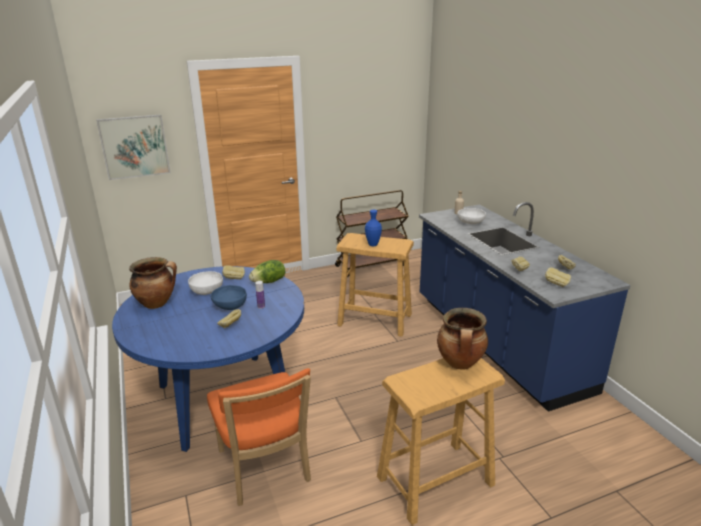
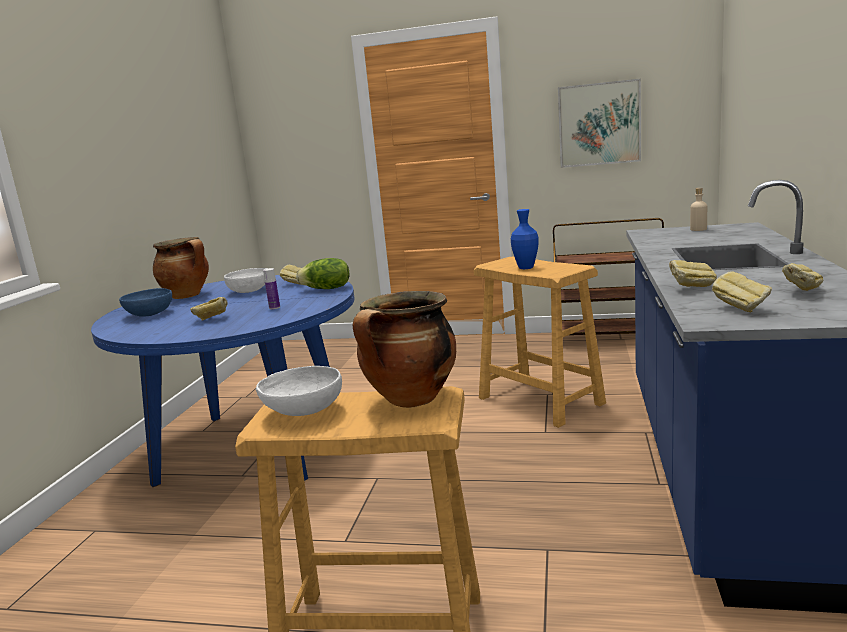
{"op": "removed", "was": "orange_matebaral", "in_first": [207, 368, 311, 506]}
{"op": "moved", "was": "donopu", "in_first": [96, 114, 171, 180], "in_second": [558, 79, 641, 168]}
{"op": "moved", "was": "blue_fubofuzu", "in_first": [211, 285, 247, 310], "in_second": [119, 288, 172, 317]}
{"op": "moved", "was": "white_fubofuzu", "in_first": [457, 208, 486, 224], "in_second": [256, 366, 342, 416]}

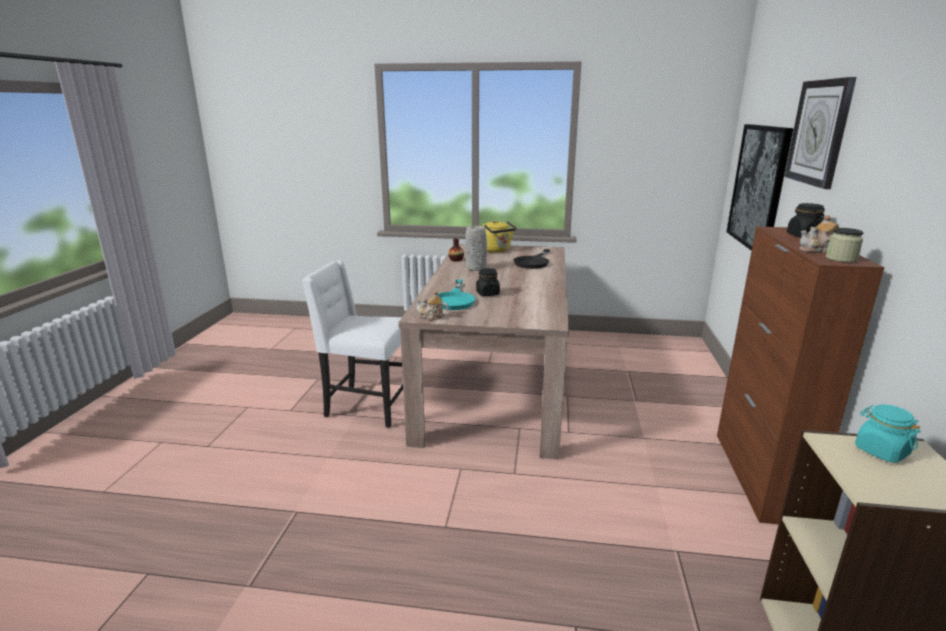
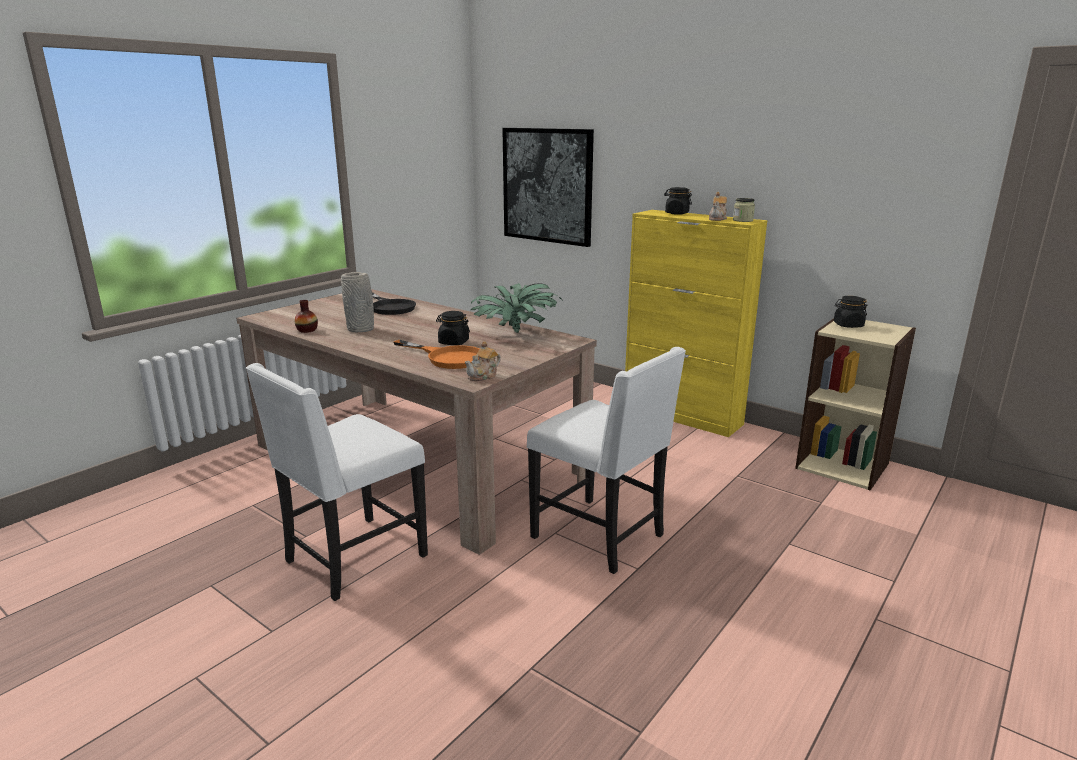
{"op": "removed", "was": "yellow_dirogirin", "in_first": [483, 220, 517, 252]}
{"op": "removed", "was": "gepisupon", "in_first": [784, 77, 857, 189]}
{"op": "added", "now": "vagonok", "in_second": [470, 283, 562, 333]}
{"op": "added", "now": "white_matebaral", "in_second": [527, 347, 686, 574]}
{"op": "recoloured", "was": "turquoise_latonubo", "now": "orange_latonubo", "in_first": [438, 279, 476, 310], "in_second": [394, 340, 480, 369]}
{"op": "recoloured", "was": "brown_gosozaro", "now": "yellow_gosozaro", "in_first": [717, 227, 885, 524], "in_second": [625, 210, 768, 437]}
{"op": "recoloured", "was": "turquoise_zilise", "now": "black_zilise", "in_first": [855, 404, 921, 463], "in_second": [834, 296, 867, 328]}

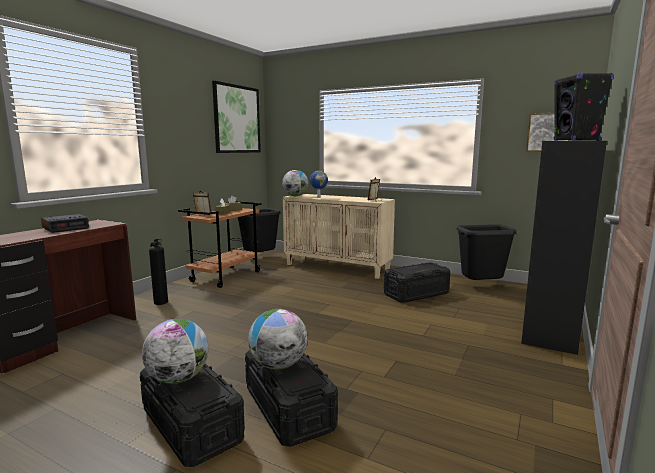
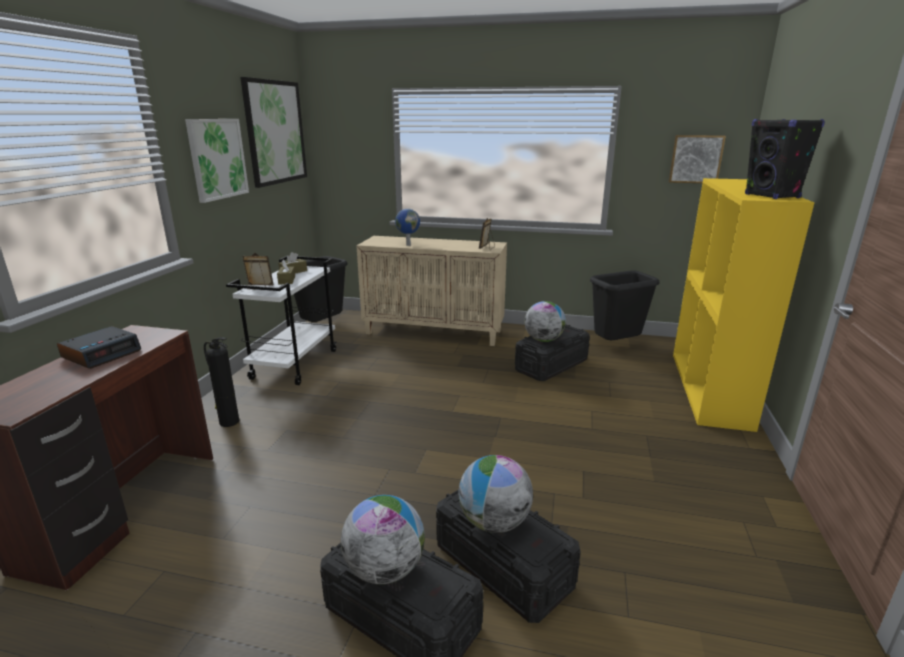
{"op": "added", "now": "donopu", "in_second": [185, 119, 249, 203]}
{"op": "moved", "was": "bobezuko", "in_first": [282, 170, 309, 196], "in_second": [525, 301, 566, 342]}
{"op": "recoloured", "was": "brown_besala", "now": "white_besala", "in_first": [178, 201, 262, 288], "in_second": [226, 256, 336, 385]}
{"op": "recoloured", "was": "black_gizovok", "now": "yellow_gizovok", "in_first": [521, 141, 607, 355], "in_second": [673, 178, 815, 432]}

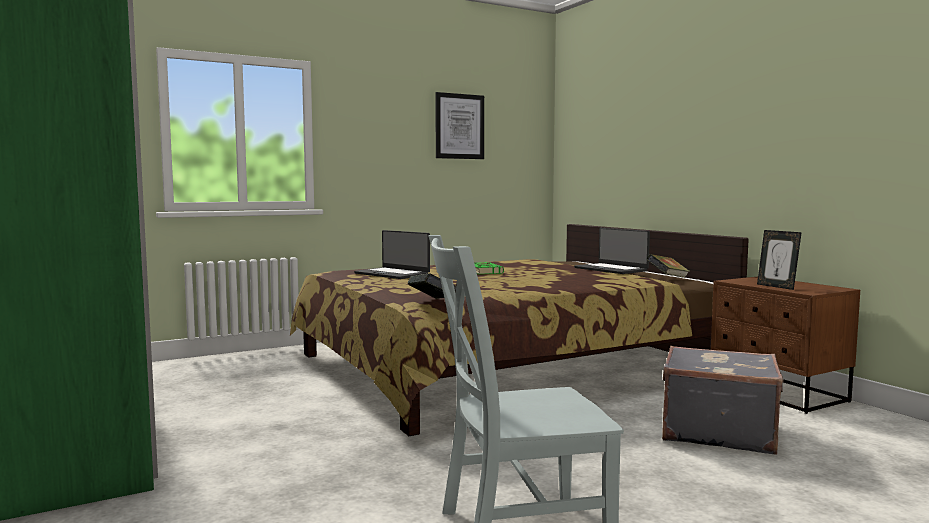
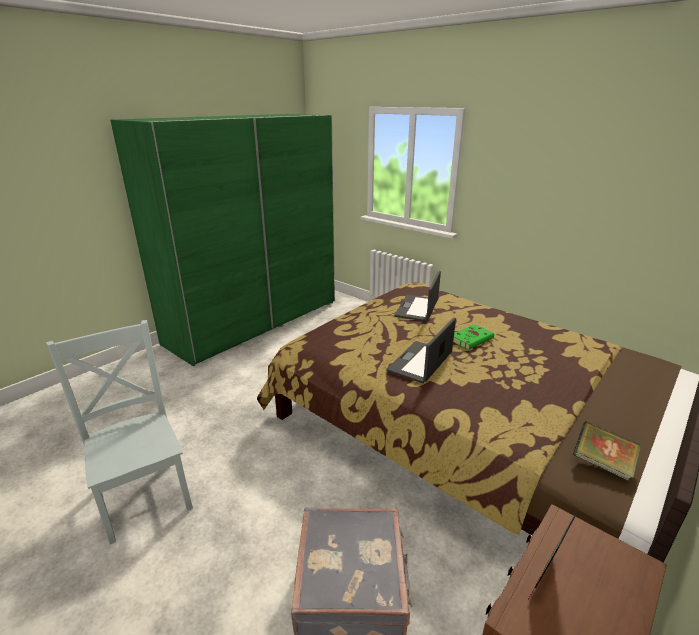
{"op": "removed", "was": "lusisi", "in_first": [407, 273, 456, 299]}
{"op": "removed", "was": "donopu", "in_first": [435, 92, 484, 159]}
{"op": "moved", "was": "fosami", "in_first": [574, 228, 650, 274], "in_second": [386, 318, 456, 383]}

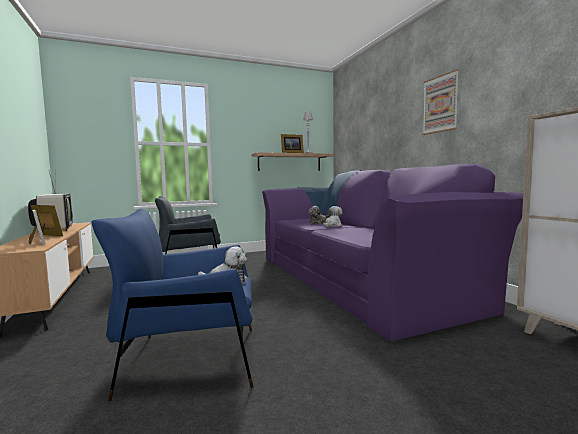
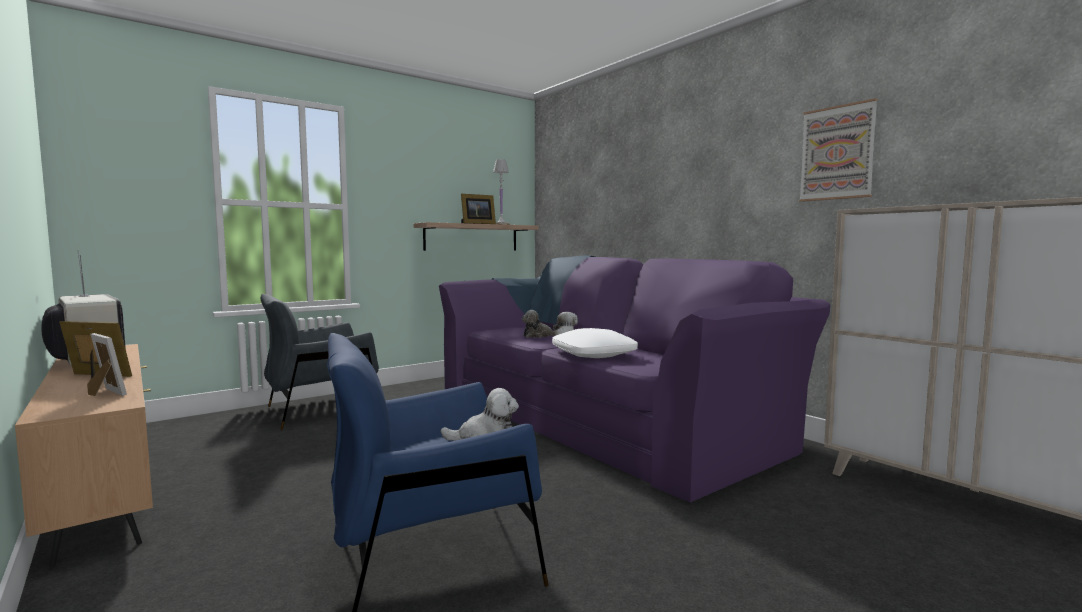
{"op": "added", "now": "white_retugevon", "in_second": [552, 328, 638, 358]}
{"op": "moved", "was": "donopu", "in_first": [422, 69, 459, 135], "in_second": [799, 98, 878, 202]}

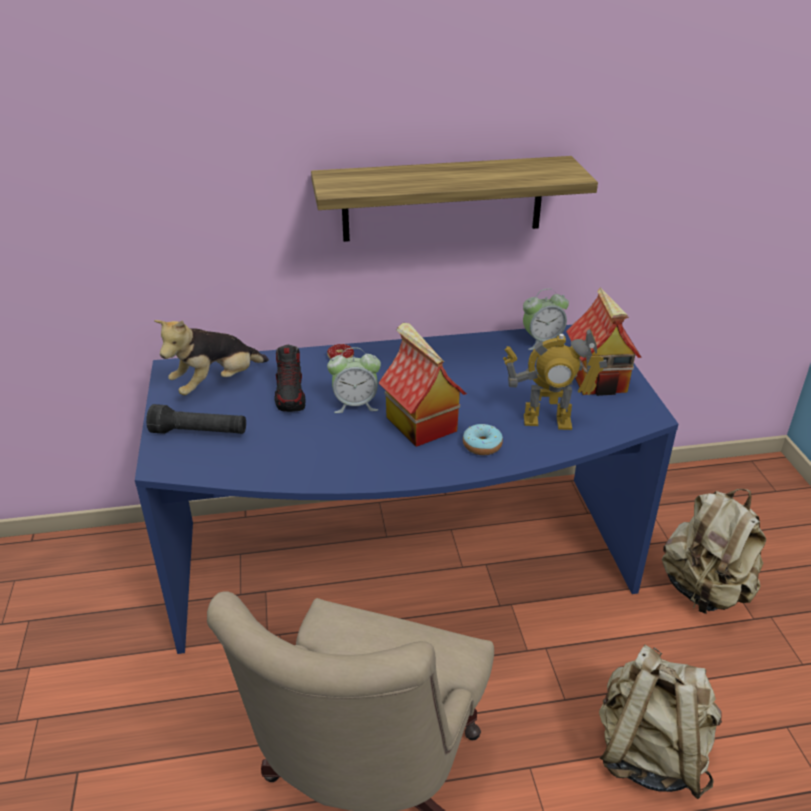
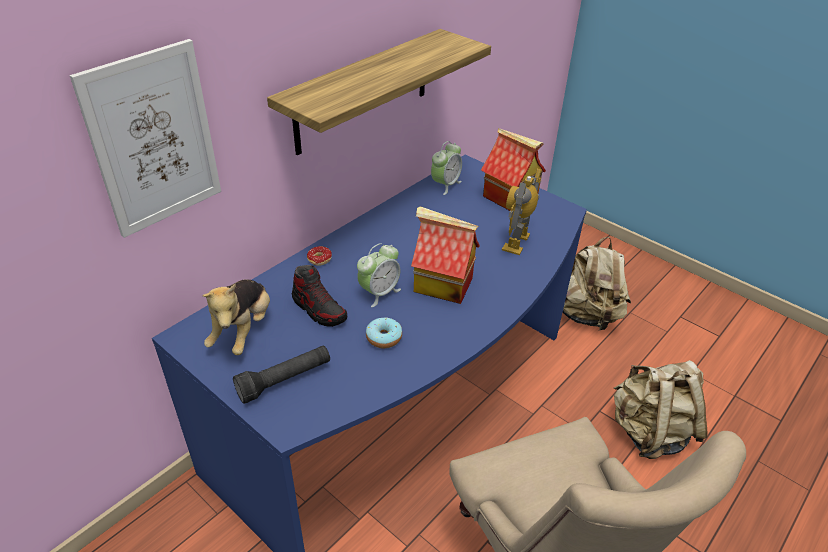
{"op": "added", "now": "donopu", "in_second": [70, 39, 221, 238]}
{"op": "moved", "was": "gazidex", "in_first": [463, 424, 503, 455], "in_second": [366, 317, 402, 348]}
{"op": "turned", "was": "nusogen", "in_first": [503, 329, 607, 430], "in_second": [502, 169, 542, 255], "clockwise": 150}

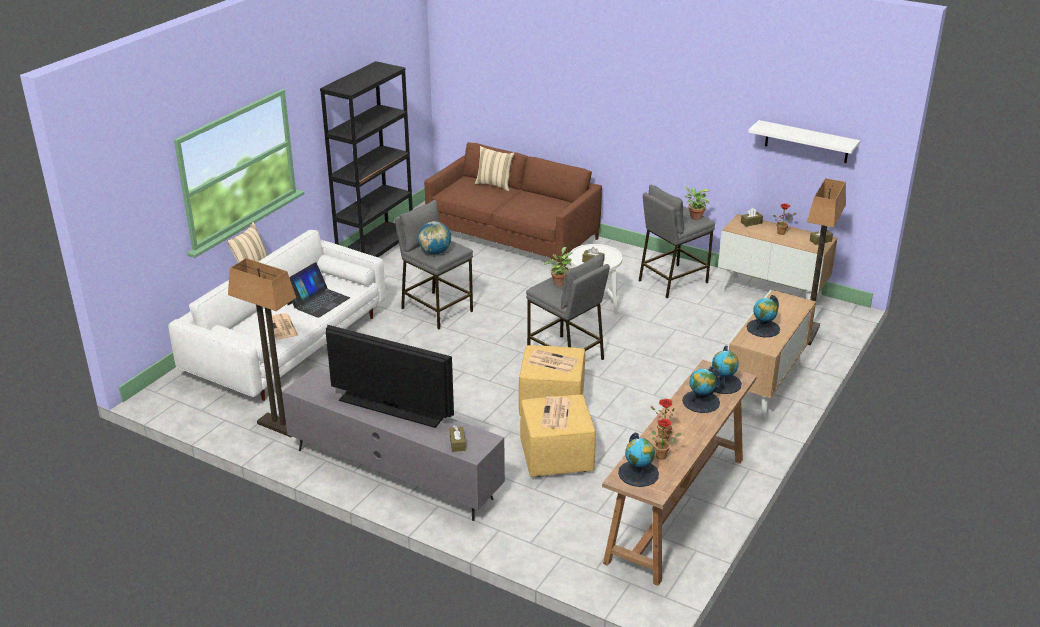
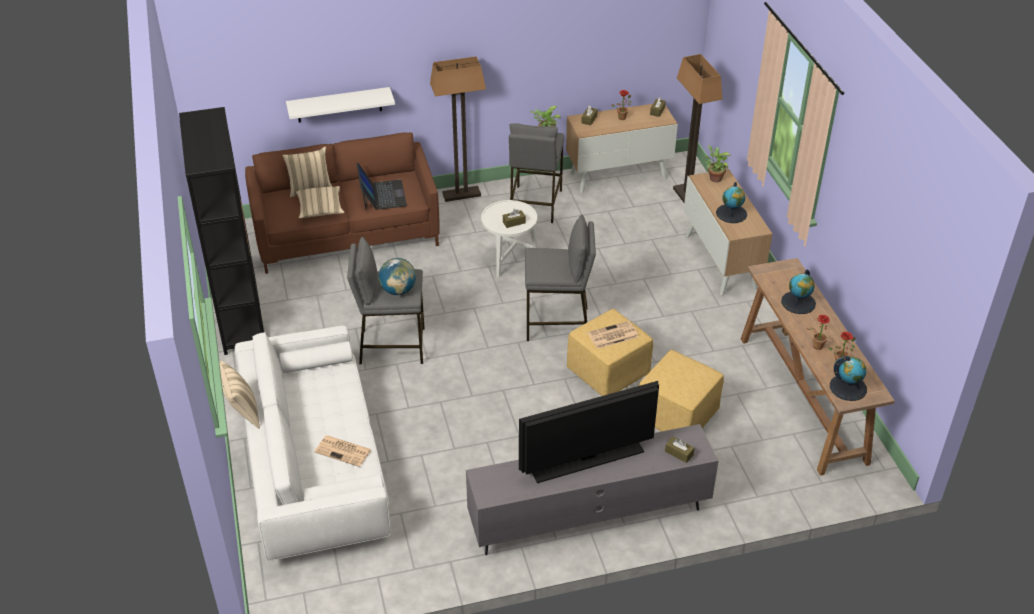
{"op": "removed", "was": "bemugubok", "in_first": [541, 396, 571, 429]}
{"op": "removed", "was": "bobezuko", "in_first": [712, 346, 742, 394]}
{"op": "added", "now": "beige_retugevon", "in_second": [296, 186, 345, 219]}
{"op": "moved", "was": "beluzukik", "in_first": [228, 258, 296, 437], "in_second": [430, 56, 486, 202]}
{"op": "moved", "was": "fosami", "in_first": [288, 262, 350, 318], "in_second": [356, 163, 407, 210]}
{"op": "moved", "was": "vagonok", "in_first": [544, 247, 573, 286], "in_second": [705, 145, 731, 183]}
{"op": "moved", "was": "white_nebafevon", "in_first": [748, 120, 860, 163], "in_second": [286, 87, 395, 123]}

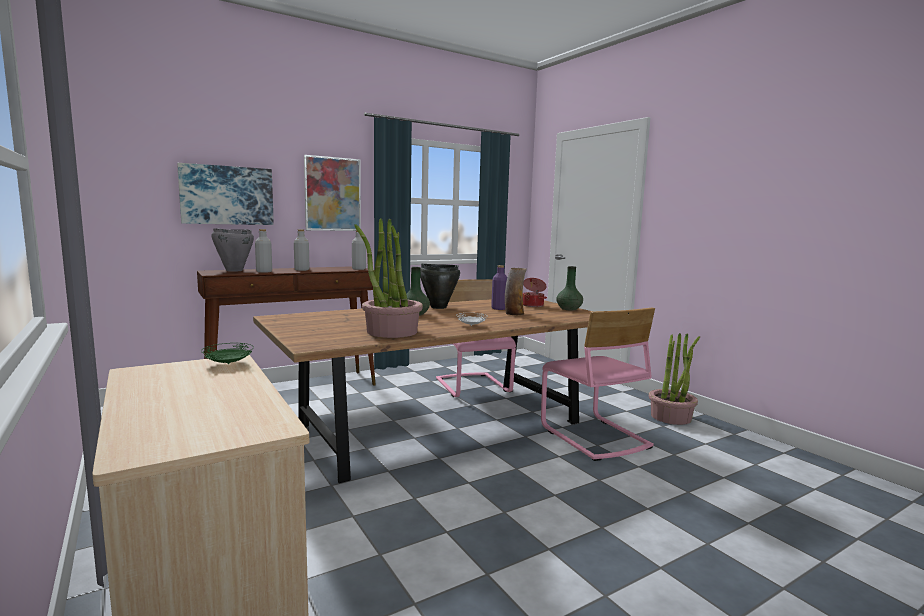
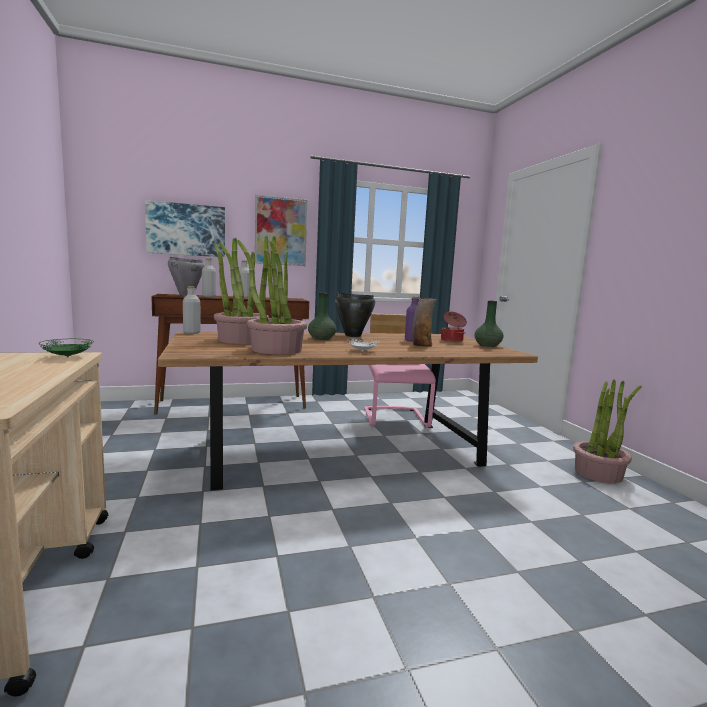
{"op": "removed", "was": "pink_matebaral", "in_first": [541, 308, 655, 461]}
{"op": "added", "now": "vagonok", "in_second": [214, 238, 269, 344]}
{"op": "moved", "was": "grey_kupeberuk", "in_first": [352, 230, 366, 270], "in_second": [183, 286, 201, 334]}

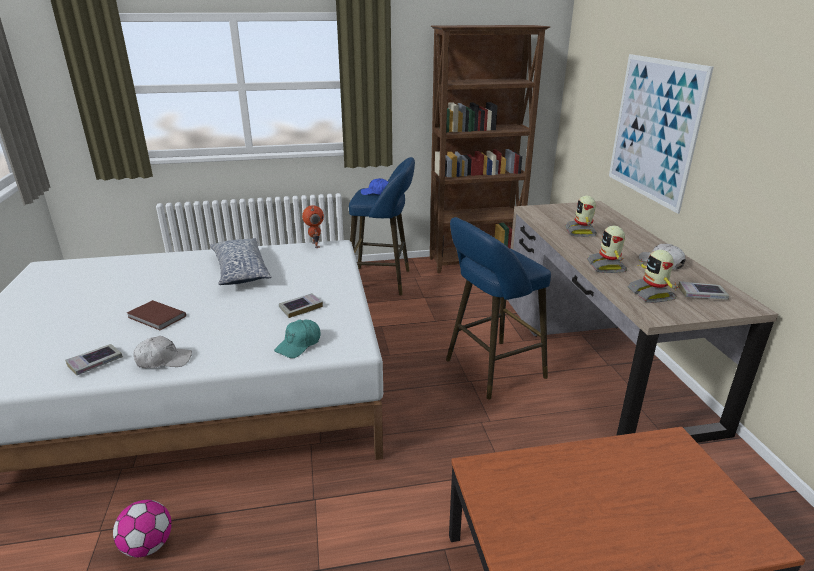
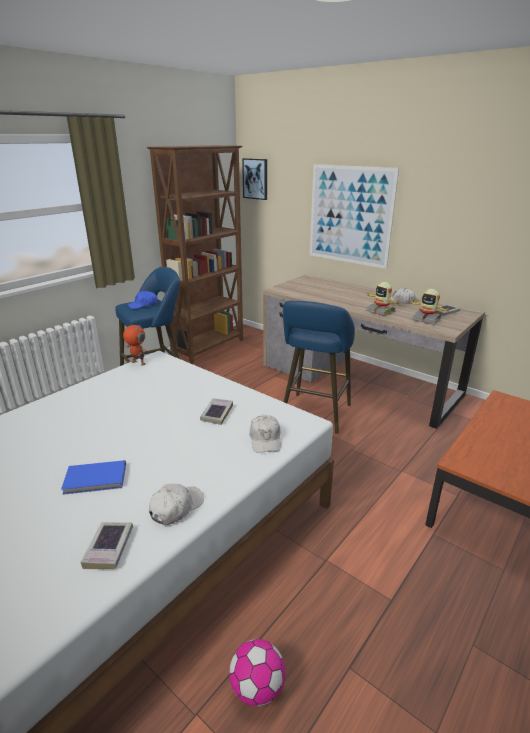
{"op": "removed", "was": "retugevon", "in_first": [210, 238, 272, 285]}
{"op": "removed", "was": "nusogen", "in_first": [565, 196, 597, 237]}
{"op": "added", "now": "donopu", "in_second": [242, 158, 267, 200]}
{"op": "recoloured", "was": "brown_lusisi", "now": "blue_lusisi", "in_first": [127, 300, 186, 330], "in_second": [61, 460, 126, 495]}
{"op": "recoloured", "was": "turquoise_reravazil", "now": "white_reravazil", "in_first": [274, 320, 321, 358], "in_second": [249, 415, 281, 453]}

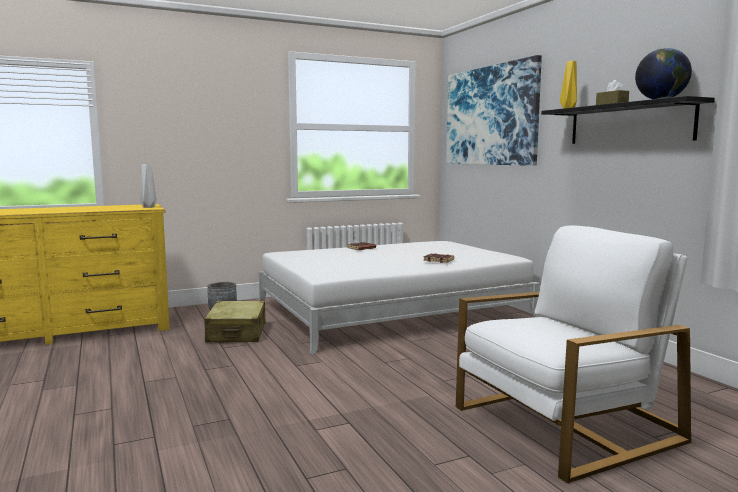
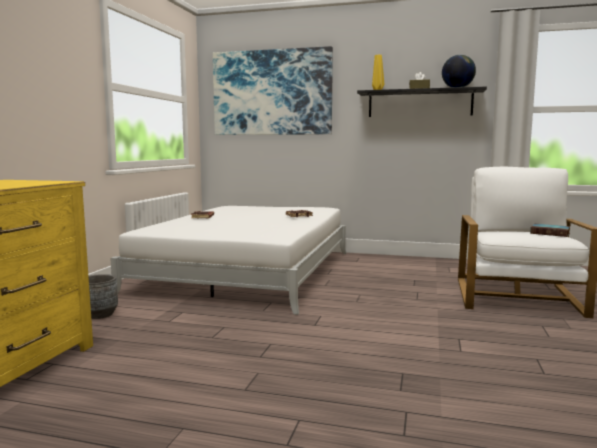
{"op": "removed", "was": "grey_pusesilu", "in_first": [140, 164, 157, 208]}
{"op": "removed", "was": "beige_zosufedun", "in_first": [204, 301, 266, 342]}
{"op": "added", "now": "lusisi", "in_second": [530, 224, 571, 237]}

